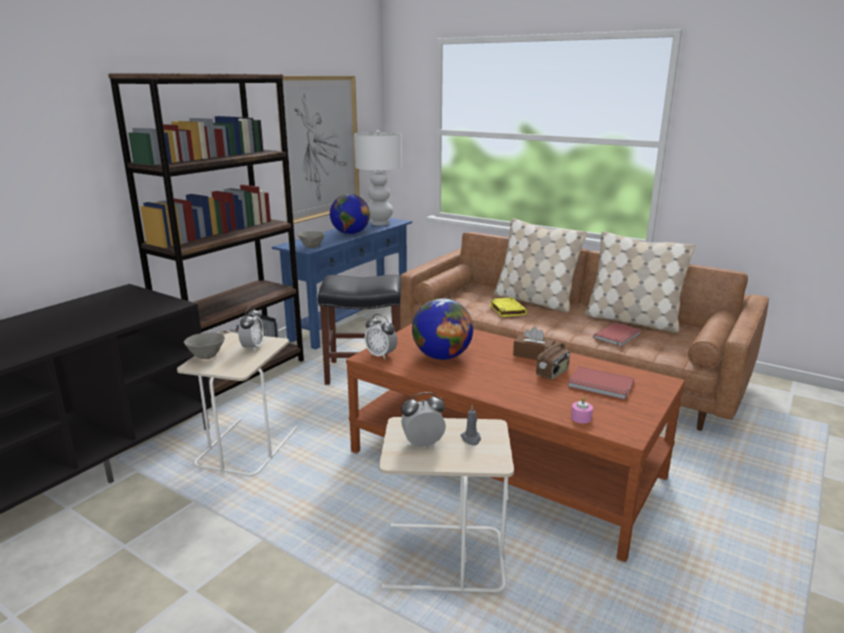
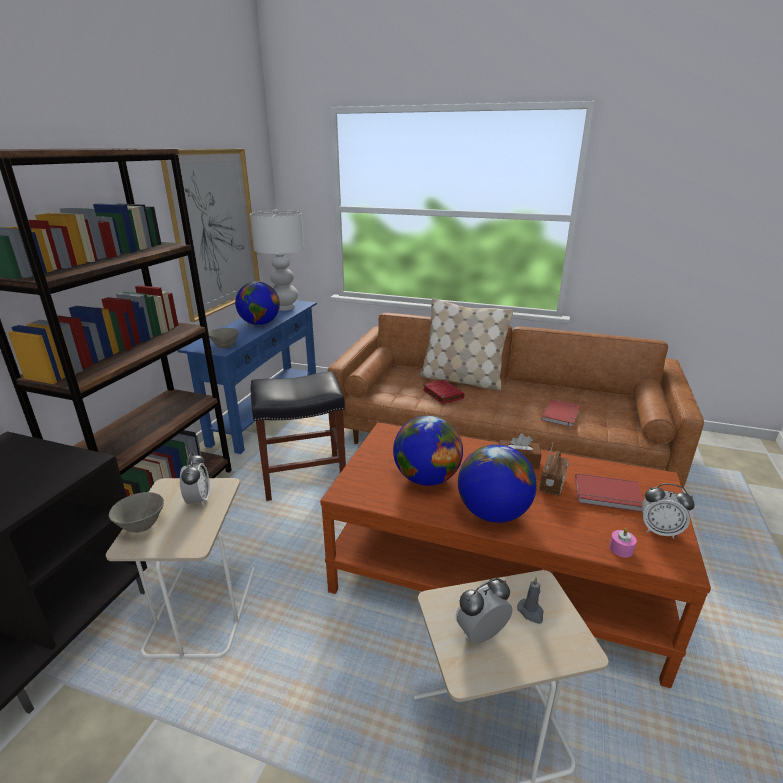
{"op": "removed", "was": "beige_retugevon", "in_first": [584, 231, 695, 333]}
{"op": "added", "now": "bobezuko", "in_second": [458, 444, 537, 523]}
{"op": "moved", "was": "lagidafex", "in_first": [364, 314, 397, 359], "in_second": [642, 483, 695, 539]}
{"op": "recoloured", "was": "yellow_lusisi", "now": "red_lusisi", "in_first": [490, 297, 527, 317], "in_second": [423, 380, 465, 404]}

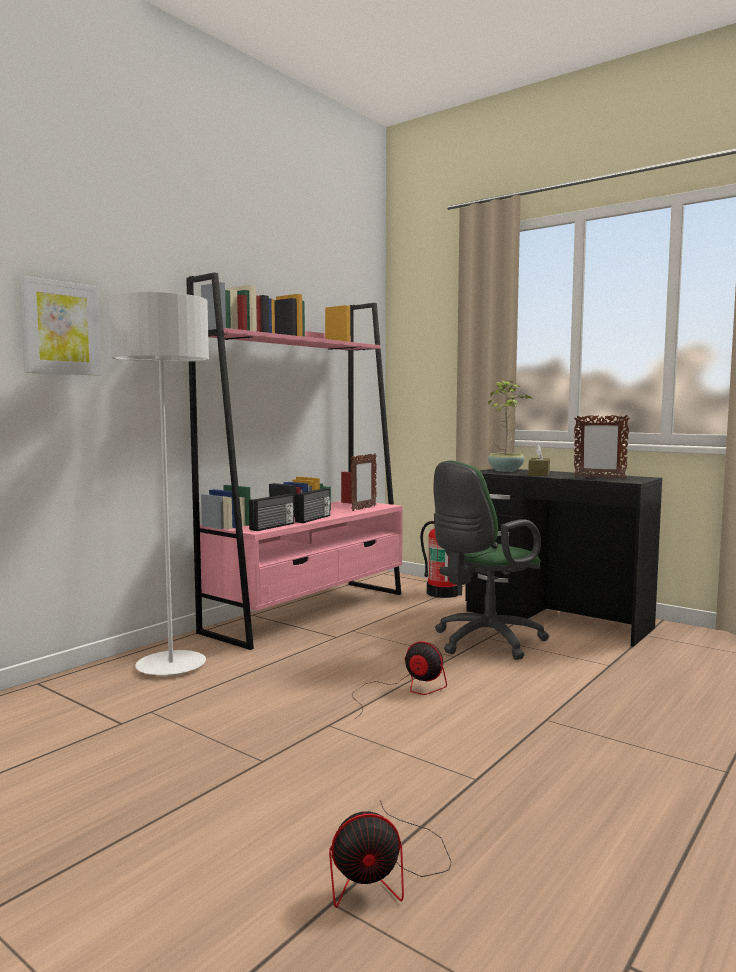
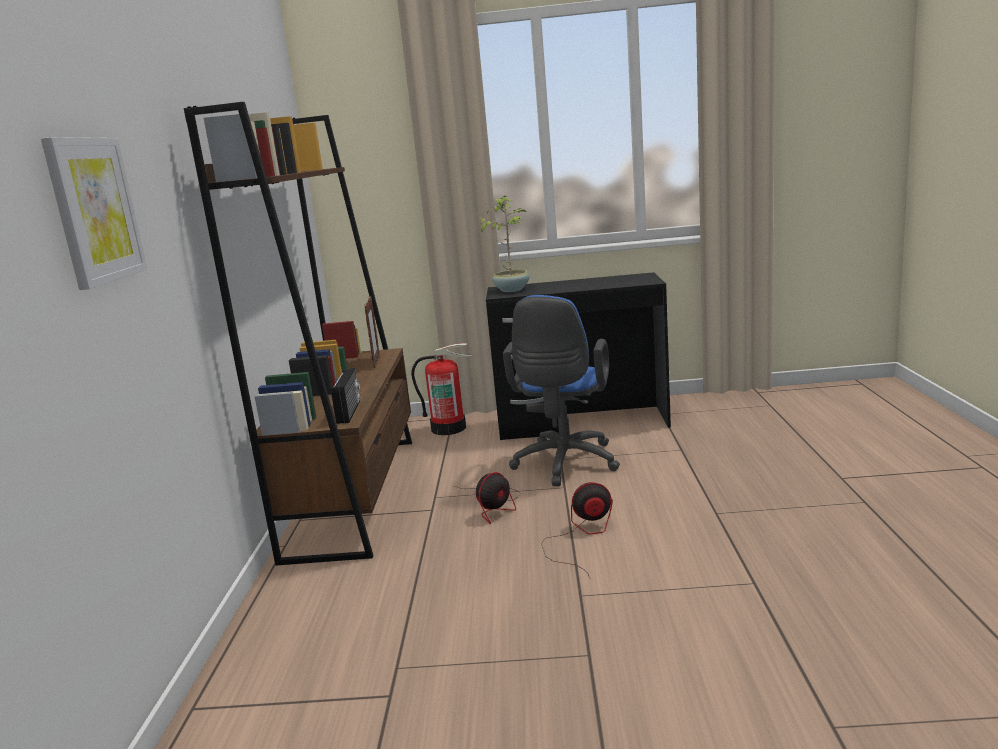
{"op": "removed", "was": "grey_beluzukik", "in_first": [109, 292, 209, 676]}
{"op": "removed", "was": "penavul", "in_first": [295, 488, 330, 523]}
{"op": "removed", "was": "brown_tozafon", "in_first": [528, 445, 550, 476]}
{"op": "removed", "was": "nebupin", "in_first": [574, 415, 629, 480]}
{"op": "moved", "was": "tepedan", "in_first": [329, 800, 451, 908], "in_second": [455, 472, 521, 524]}
{"op": "recoloured", "was": "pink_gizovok", "now": "brown_gizovok", "in_first": [186, 272, 403, 650], "in_second": [184, 102, 412, 566]}
{"op": "recoloured", "was": "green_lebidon", "now": "blue_lebidon", "in_first": [434, 461, 549, 660], "in_second": [503, 295, 620, 486]}

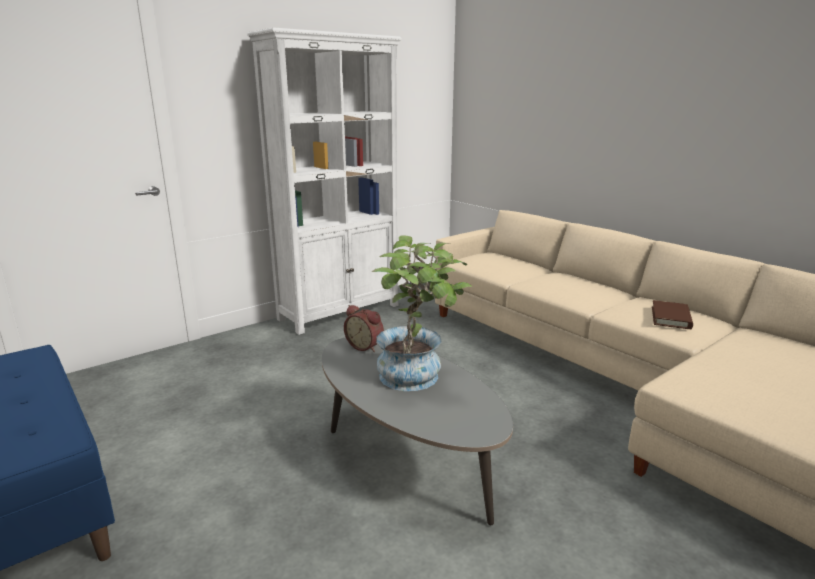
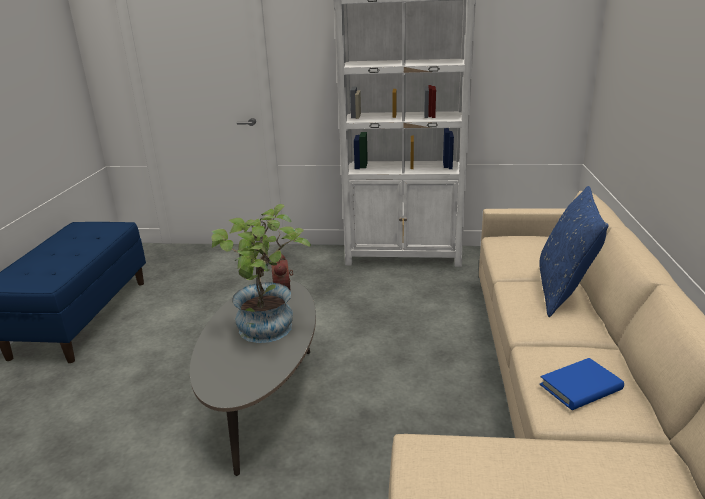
{"op": "added", "now": "blue_retugevon", "in_second": [539, 186, 609, 317]}
{"op": "recoloured", "was": "brown_lusisi", "now": "blue_lusisi", "in_first": [652, 300, 693, 329], "in_second": [540, 358, 624, 410]}

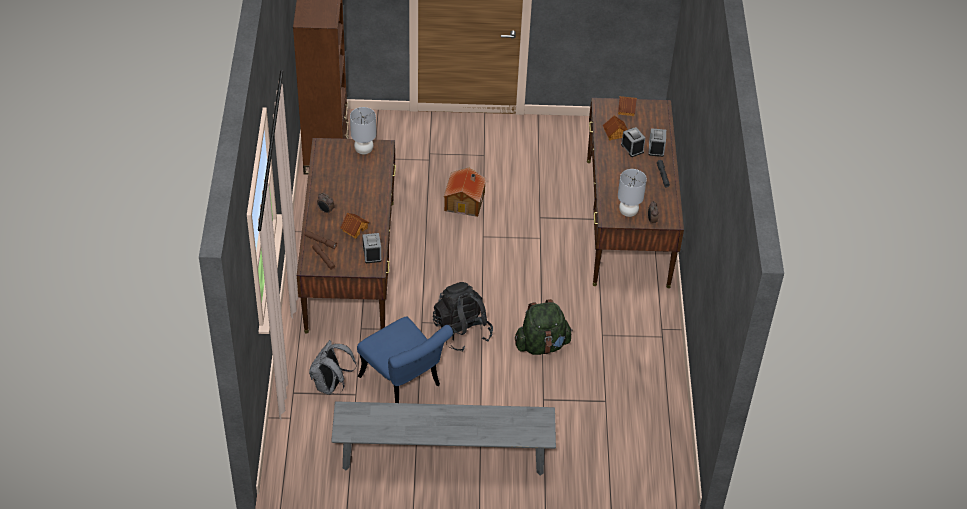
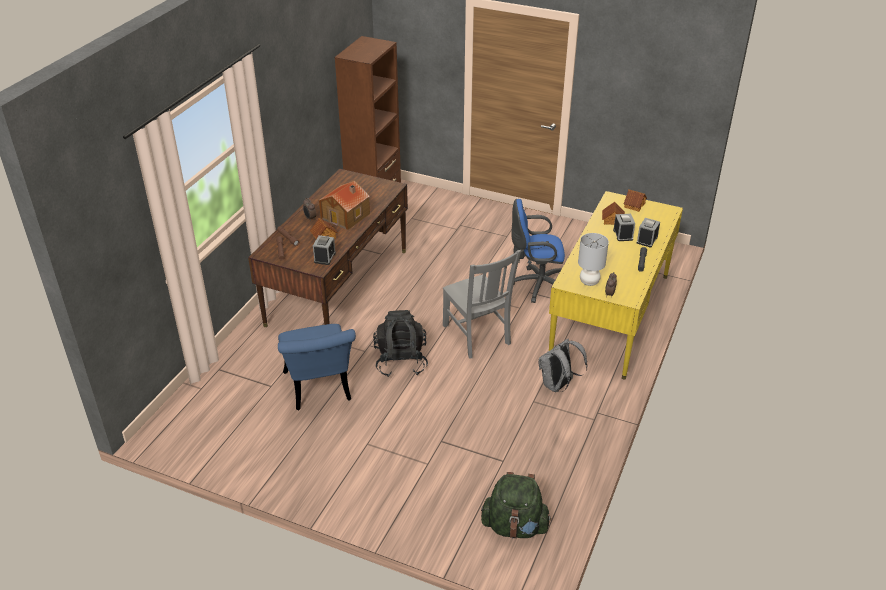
{"op": "removed", "was": "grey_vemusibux", "in_first": [331, 401, 556, 476]}
{"op": "removed", "was": "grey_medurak", "in_first": [350, 107, 376, 154]}
{"op": "added", "now": "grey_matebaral", "in_second": [443, 250, 521, 359]}
{"op": "added", "now": "blue_lebidon", "in_second": [511, 199, 565, 303]}
{"op": "moved", "was": "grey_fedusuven", "in_first": [309, 340, 356, 395], "in_second": [538, 338, 588, 392]}
{"op": "moved", "was": "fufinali", "in_first": [444, 168, 487, 217], "in_second": [318, 181, 370, 230]}
{"op": "moved", "was": "green_fedusuven", "in_first": [515, 299, 573, 355], "in_second": [481, 472, 552, 538]}
{"op": "recoloured", "was": "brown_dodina", "now": "yellow_dodina", "in_first": [587, 98, 684, 288], "in_second": [549, 191, 683, 379]}

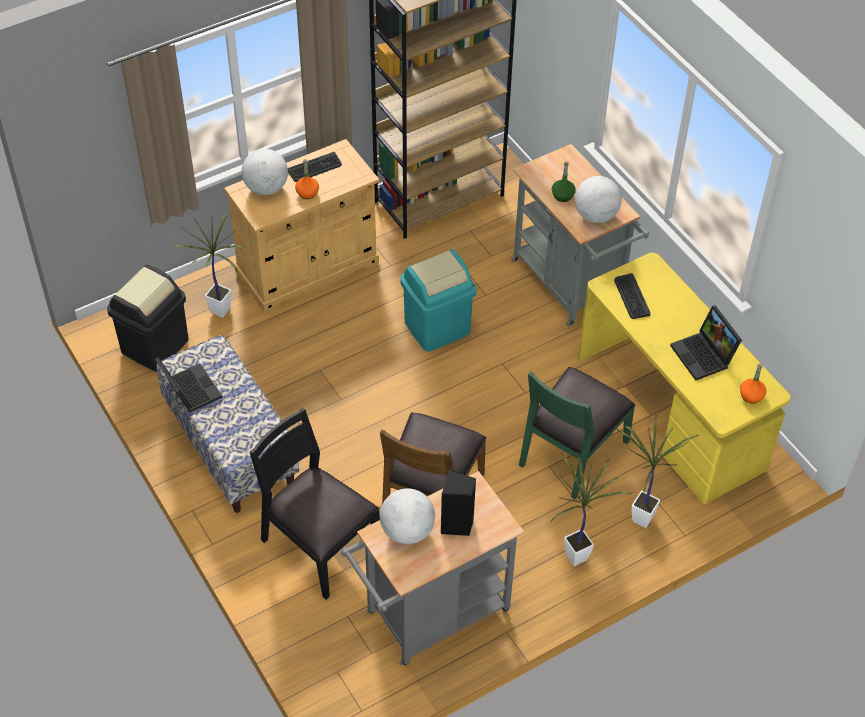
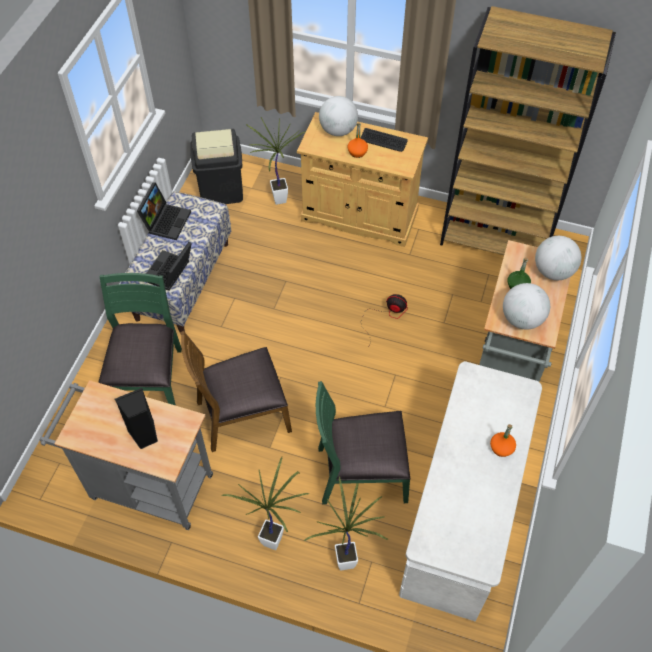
{"op": "removed", "was": "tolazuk", "in_first": [614, 273, 650, 319]}
{"op": "moved", "was": "bobezuko", "in_first": [380, 488, 435, 544], "in_second": [535, 236, 581, 280]}
{"op": "moved", "was": "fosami", "in_first": [670, 305, 742, 381], "in_second": [146, 242, 192, 291]}
{"op": "moved", "was": "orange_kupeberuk", "in_first": [740, 364, 766, 404], "in_second": [490, 424, 516, 457]}
{"op": "replaced", "was": "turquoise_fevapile", "now": "tepedan", "in_first": [400, 249, 476, 352], "in_second": [361, 294, 408, 343]}
{"op": "recoloured", "was": "black_matebaral", "now": "green_matebaral", "in_first": [250, 408, 380, 600], "in_second": [98, 273, 182, 406]}
{"op": "recoloured", "was": "yellow_dodina", "now": "white_dodina", "in_first": [578, 253, 791, 504], "in_second": [399, 361, 542, 621]}

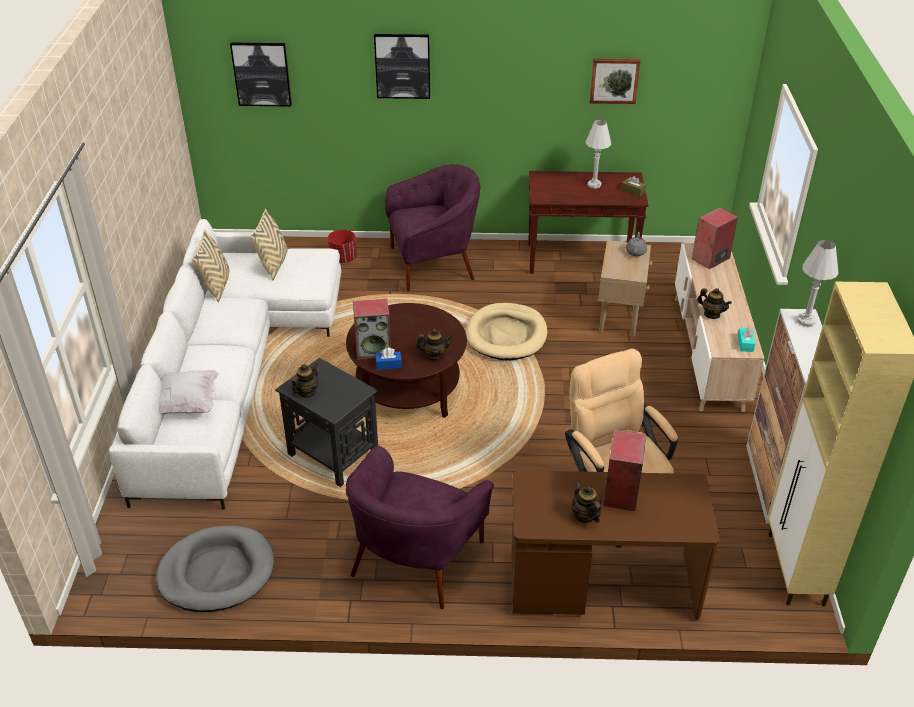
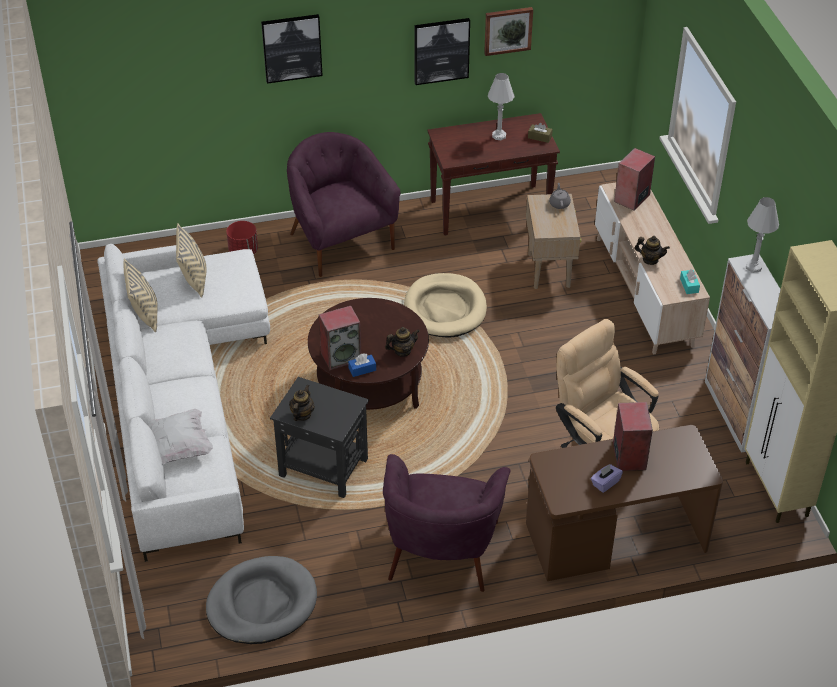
{"op": "moved", "was": "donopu", "in_first": [230, 43, 292, 107], "in_second": [414, 18, 470, 85]}
{"op": "replaced", "was": "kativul", "now": "purple_tozafon", "in_first": [572, 481, 601, 524], "in_second": [591, 464, 623, 493]}
{"op": "turned", "was": "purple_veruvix", "in_first": [385, 164, 480, 292], "in_second": [287, 132, 401, 277], "clockwise": -90}

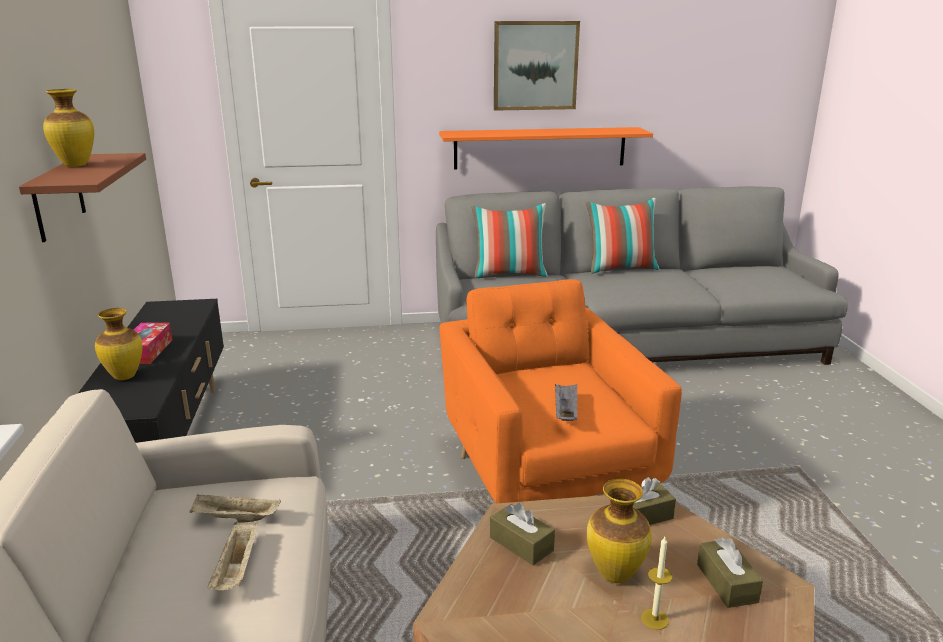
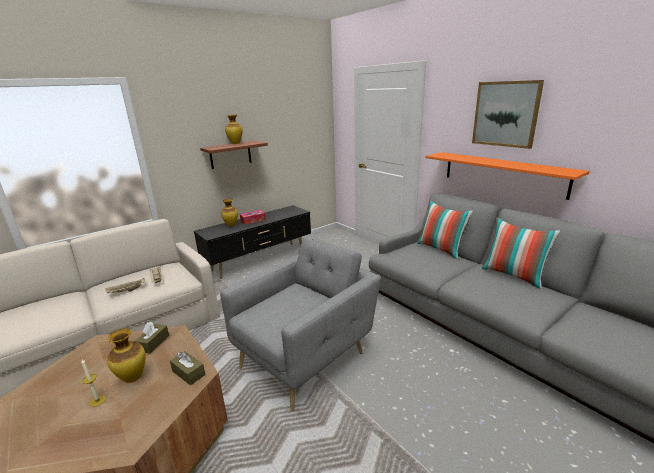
{"op": "removed", "was": "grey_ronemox", "in_first": [555, 384, 577, 421]}
{"op": "removed", "was": "brown_tozafon", "in_first": [697, 537, 763, 608]}
{"op": "recoloured", "was": "orange_veruvix", "now": "grey_veruvix", "in_first": [439, 279, 682, 504], "in_second": [220, 237, 381, 412]}

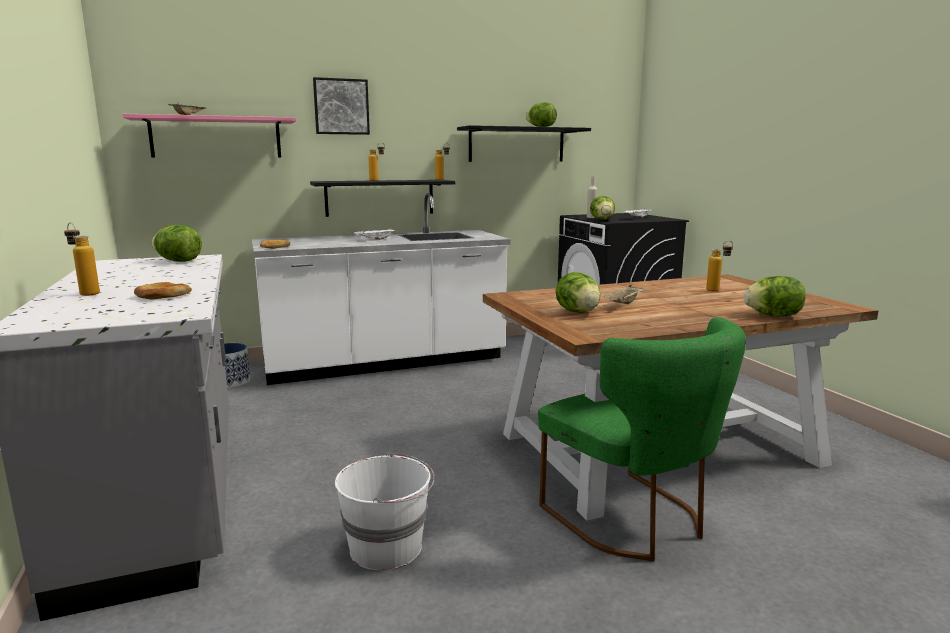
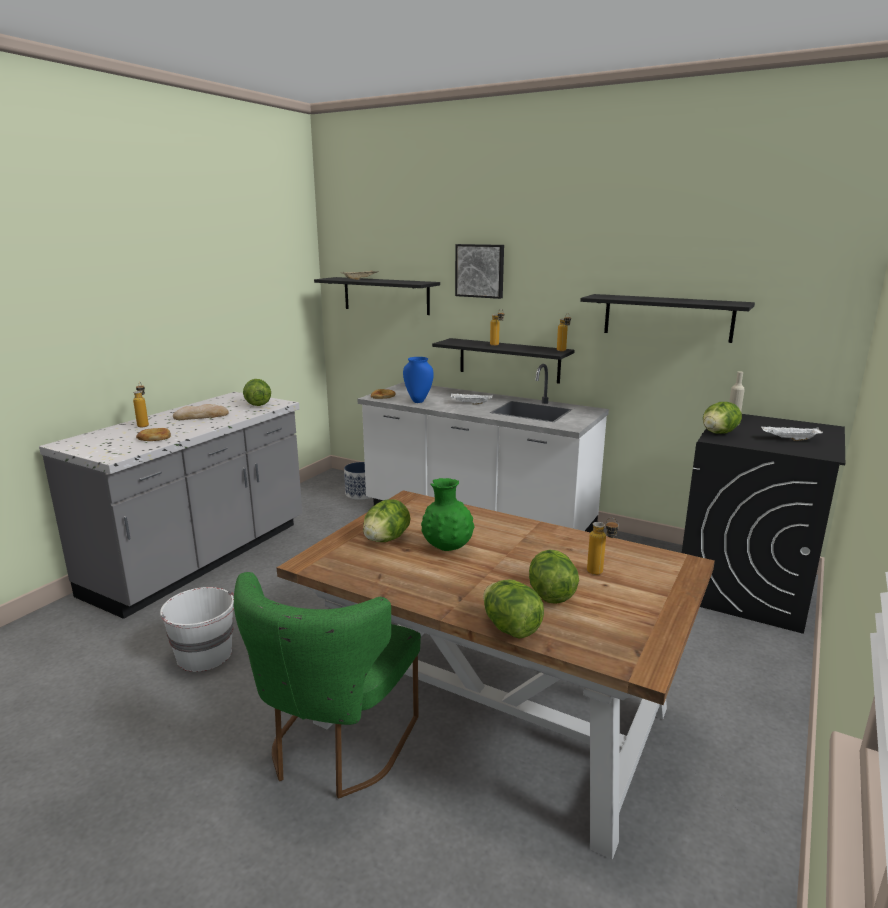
{"op": "added", "now": "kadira", "in_second": [173, 404, 229, 420]}
{"op": "added", "now": "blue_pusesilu", "in_second": [403, 357, 434, 403]}
{"op": "moved", "was": "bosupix", "in_first": [525, 102, 557, 127], "in_second": [529, 550, 579, 604]}
{"op": "replaced", "was": "beige_ronemox", "now": "green_pusesilu", "in_first": [602, 285, 644, 304], "in_second": [421, 478, 475, 551]}
{"op": "recoloured", "was": "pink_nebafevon", "now": "black_nebafevon", "in_first": [123, 114, 296, 158], "in_second": [314, 277, 440, 315]}

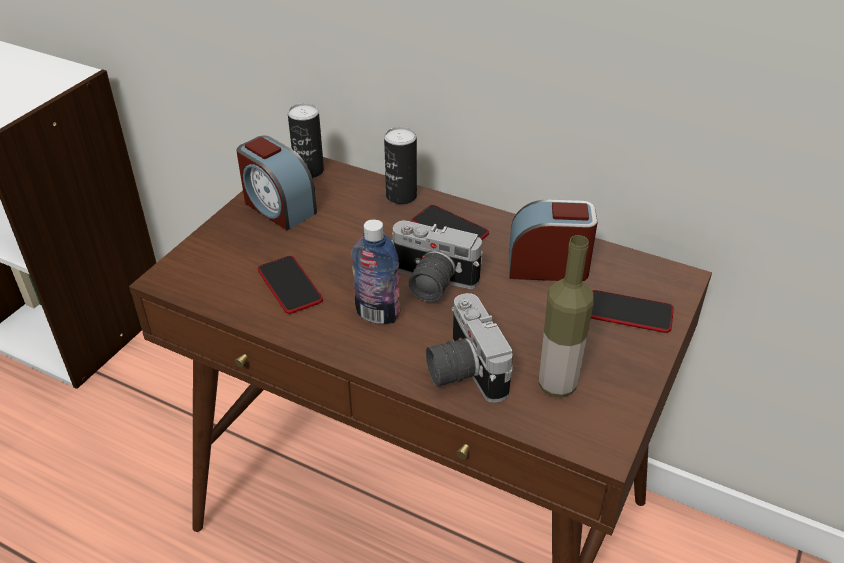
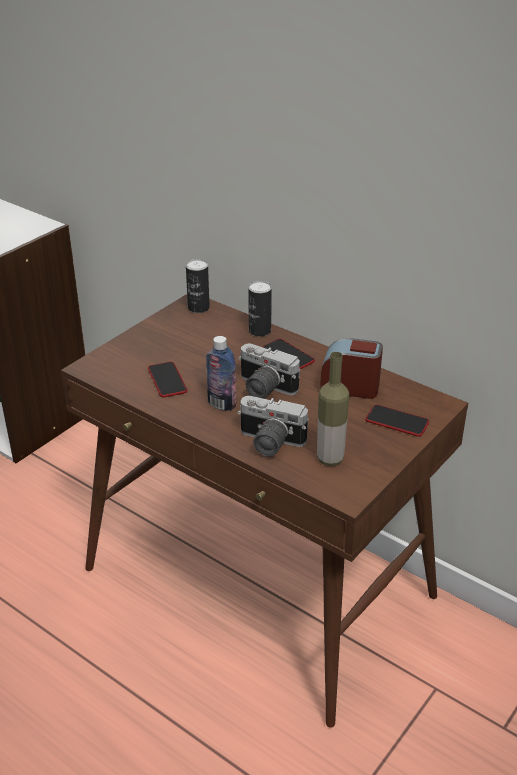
{"op": "removed", "was": "lagidafex", "in_first": [236, 136, 317, 230]}
{"op": "turned", "was": "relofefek", "in_first": [426, 293, 513, 403], "in_second": [237, 396, 309, 456], "clockwise": -60}

